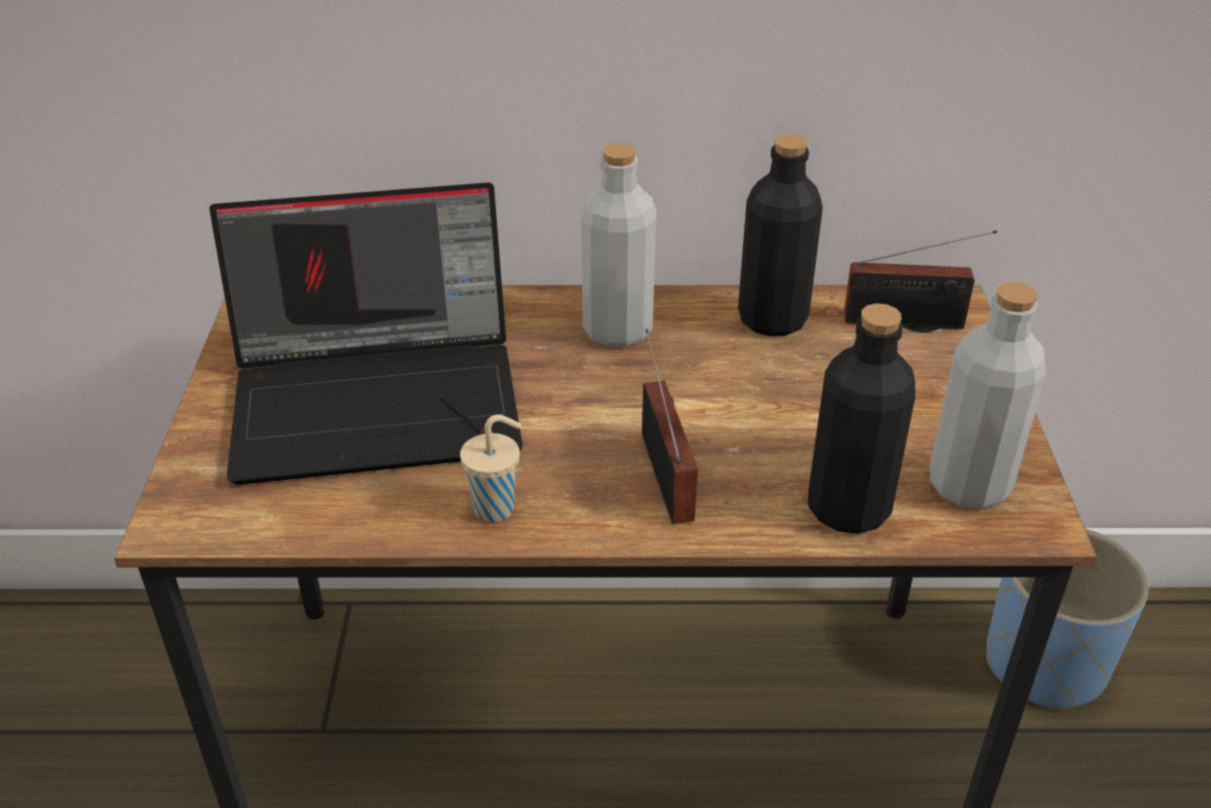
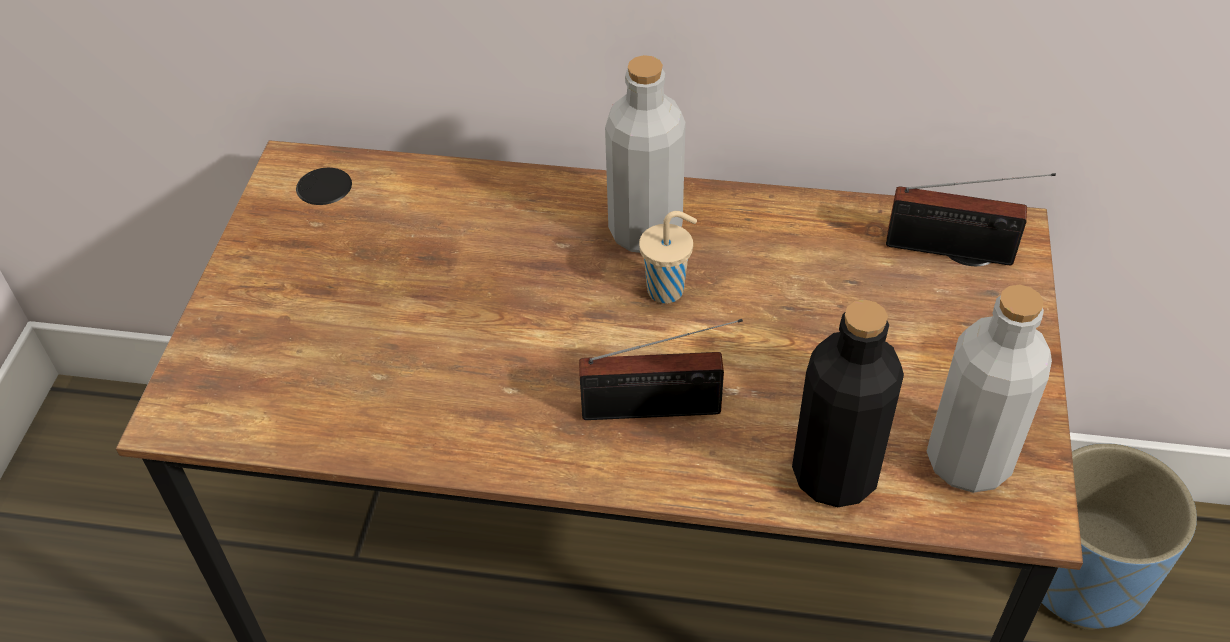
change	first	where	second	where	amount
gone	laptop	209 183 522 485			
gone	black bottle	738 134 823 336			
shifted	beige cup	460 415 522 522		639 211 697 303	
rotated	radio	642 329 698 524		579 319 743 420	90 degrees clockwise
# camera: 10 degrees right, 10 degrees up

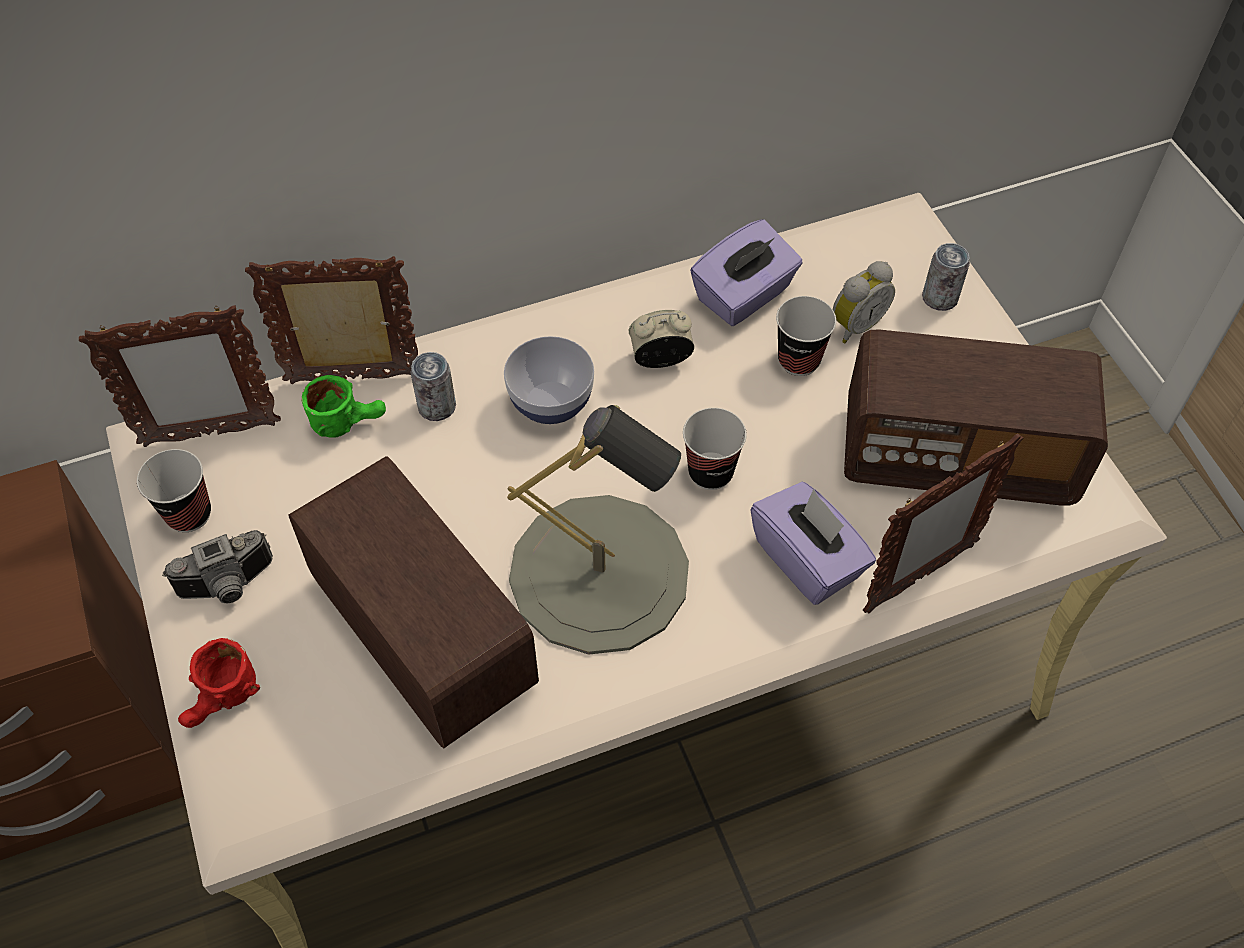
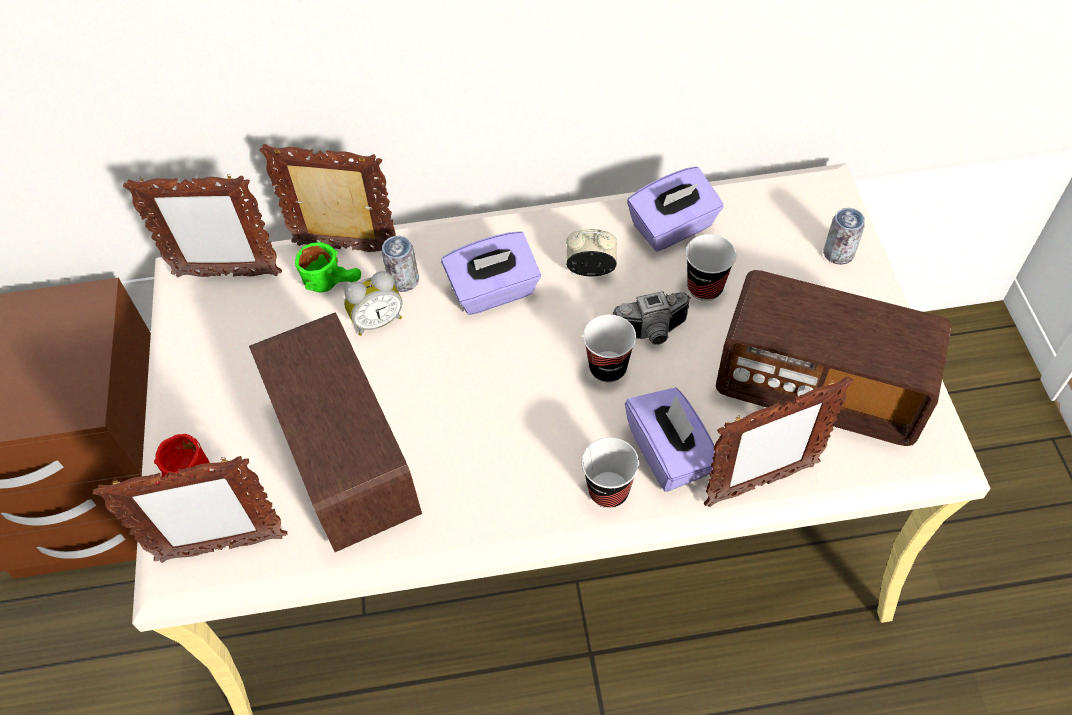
change	first	where	second	where	amount
gone	grey table lamp	507 405 689 655			
new			picture frame	93 456 288 563	
shifted	cup	137 449 211 532		582 437 639 508	
shifted	photo camera	162 530 273 603		612 291 691 345	
shifted	alarm clock	833 261 895 343		344 271 402 336	
swapped	bowl	504 336 594 424	purple tissue box	441 232 541 315	
# camera: 15 degrees right, 0 degrees up

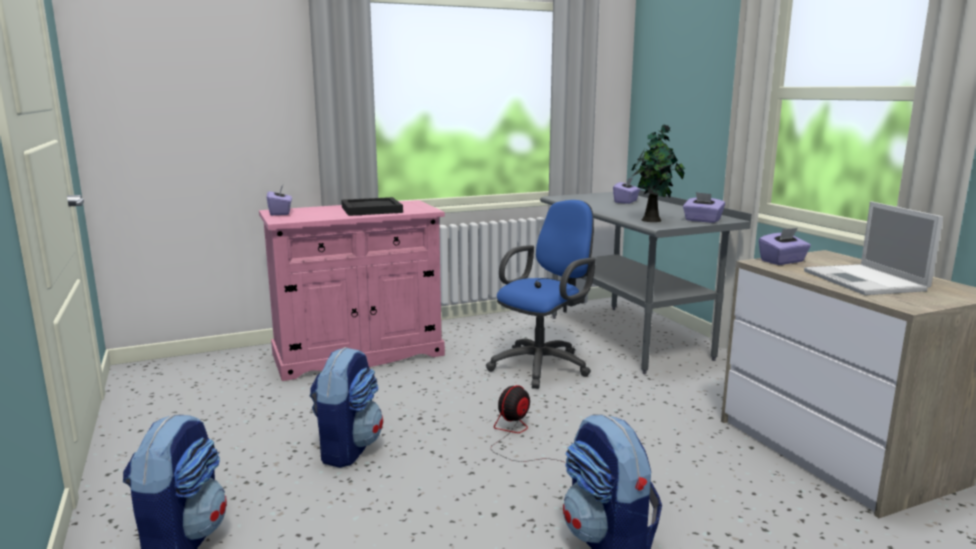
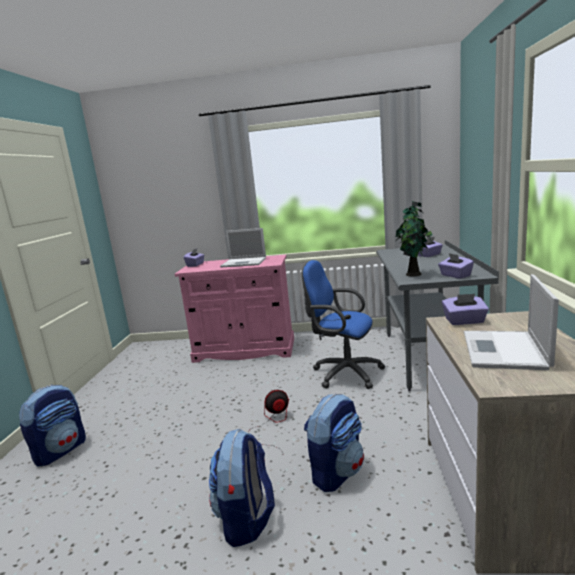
change	first	where	second	where	amount
shifted	backpack	309 347 383 468		304 394 364 492	
swapped	black tray	341 197 403 216	laptop	220 228 266 267	
rotated	blue office chair	486 200 596 389		302 260 385 389	135 degrees counterclockwise
# camera: 30 degrees right, 0 degrees up

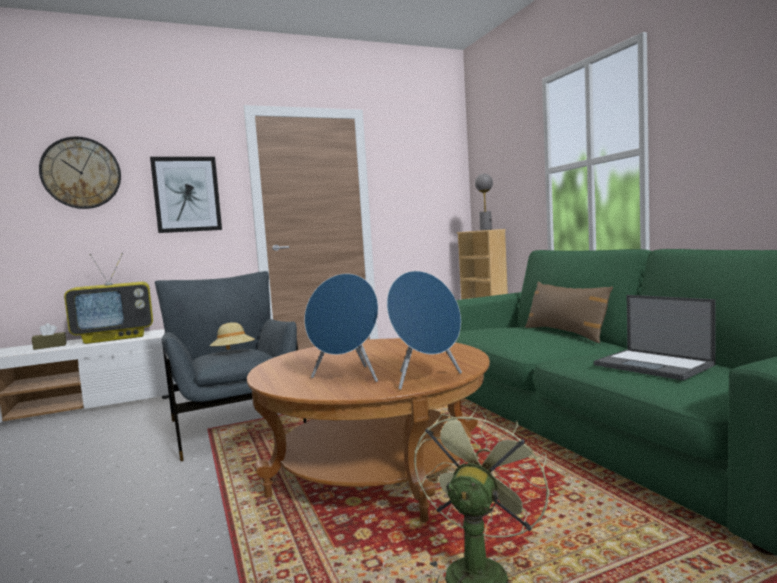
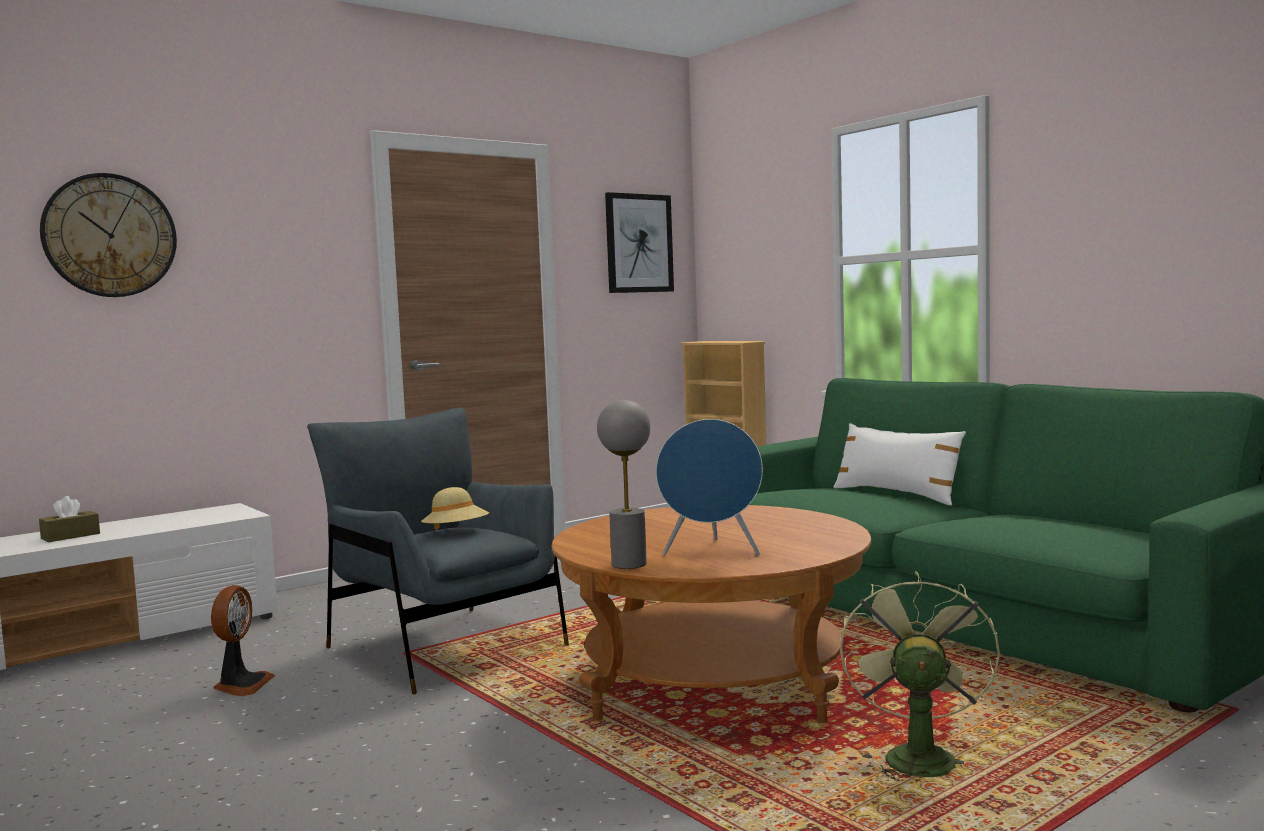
change	first	where	second	where	amount
gone	television	64 253 153 344			
gone	blue speaker	387 271 462 390			
gone	laptop	594 295 716 381			
new			fan	211 585 275 696	
shifted	picture	150 157 222 233		605 192 674 293	
shifted	grey table lamp	475 174 493 230		597 400 650 569	
repainted	brown pillow	525 282 613 343	white pillow	834 423 966 505	
# camera: 15 degrees left, 0 degrees up

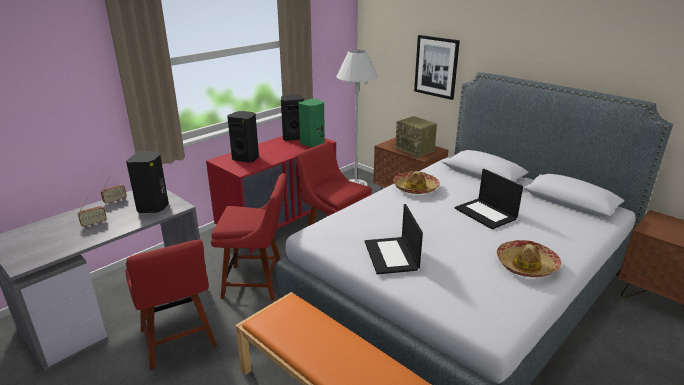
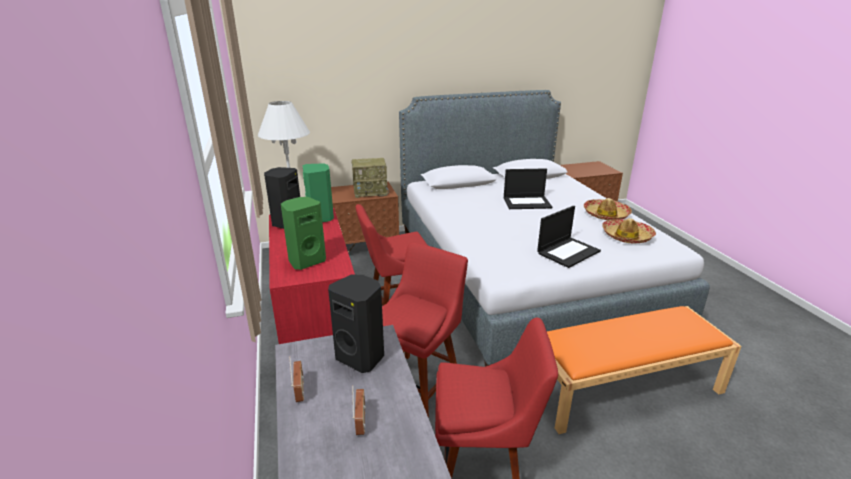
change	first	where	second	where	amount
gone	picture	414 35 460 100			
shifted	hat	393 171 440 194		602 218 656 243	
repainted	black speaker	227 111 259 163	green speaker	281 197 326 270	
rotated	laptop	365 204 423 275		537 206 601 268	60 degrees counterclockwise
# camera: 60 degrees left, 0 degrees up

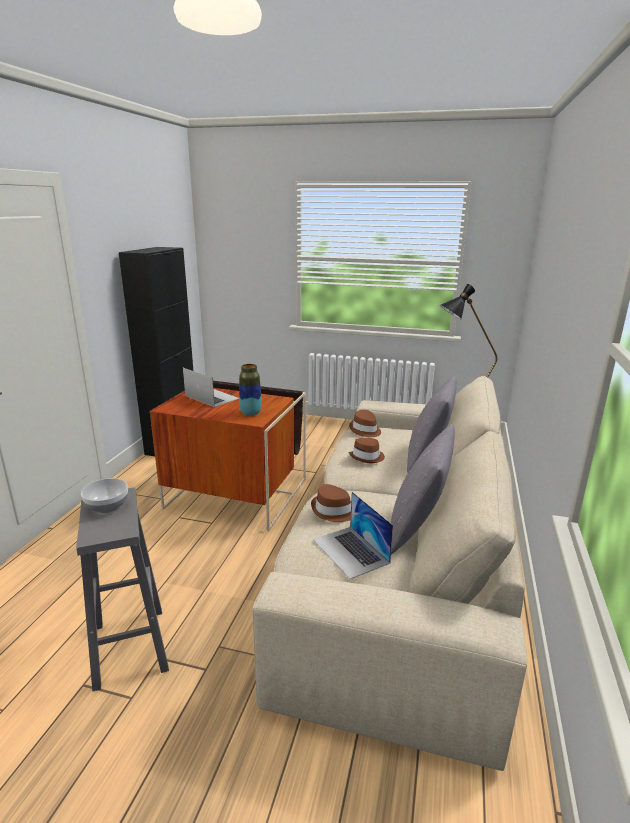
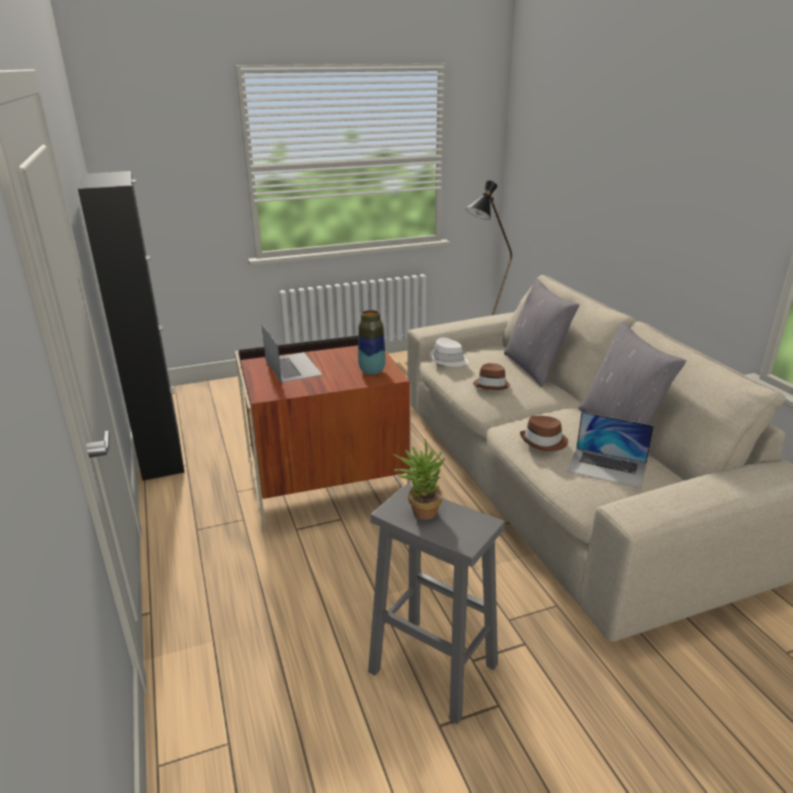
change	first	where	second	where	amount
swapped	bowl	81 478 128 513	potted plant	393 439 445 520	
repainted	brown hat	349 410 381 437	white hat	430 338 469 367	
rotated	laptop	183 368 239 407		262 324 322 383	60 degrees clockwise
# camera: 35 degrees left, 5 degrees up

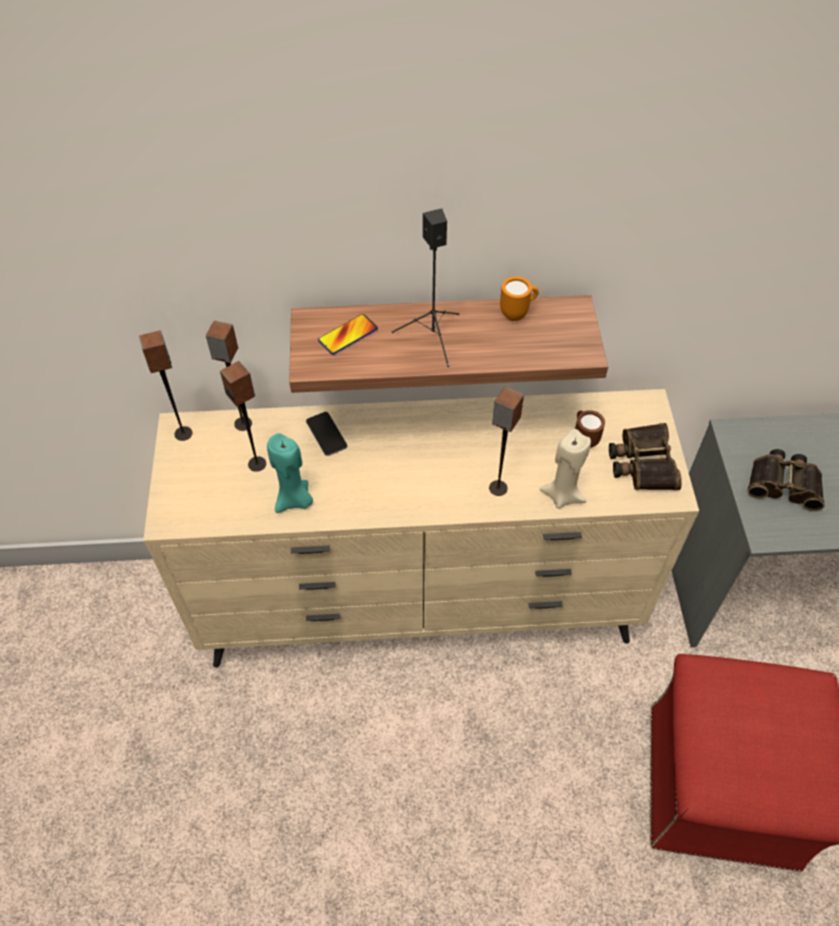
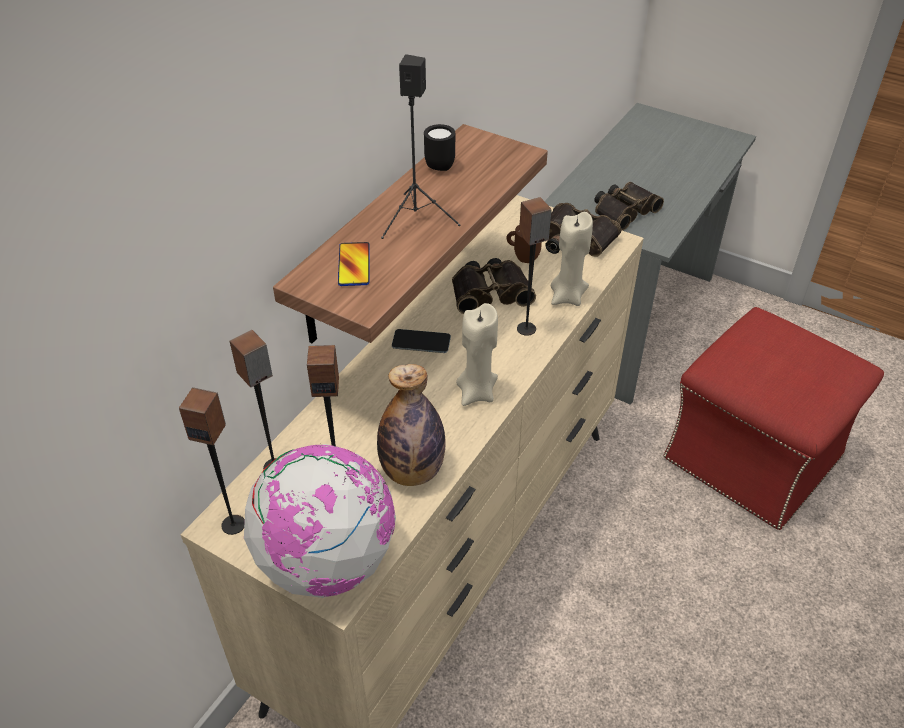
change	first	where	second	where	amount
new			globe	244 444 396 598	
new			binoculars	452 258 536 314	
new			beige candle	456 303 498 406	
shifted	phone	306 412 347 456		392 329 451 353	
swapped	turquoise candle	267 433 313 513	bottle	377 364 445 486	
repainted	orange mug	500 276 539 321	black mug	424 124 455 171	
# camera: 55 degrees left, 10 degrees down

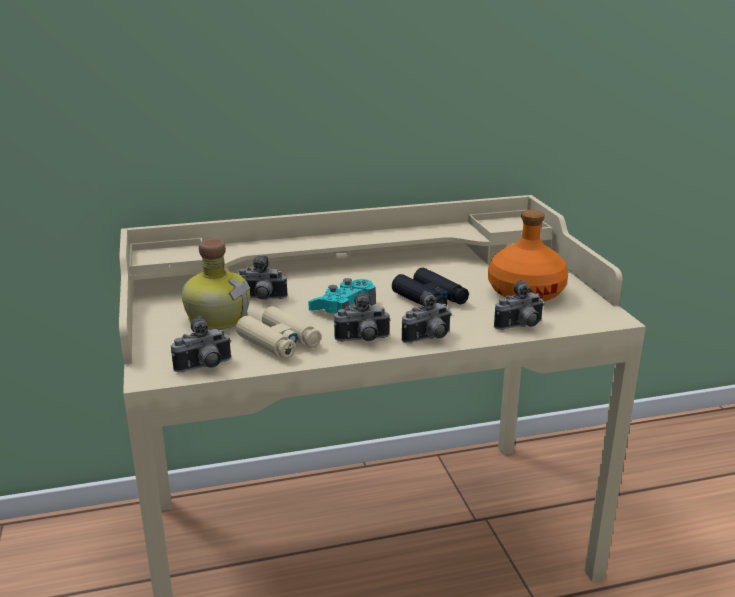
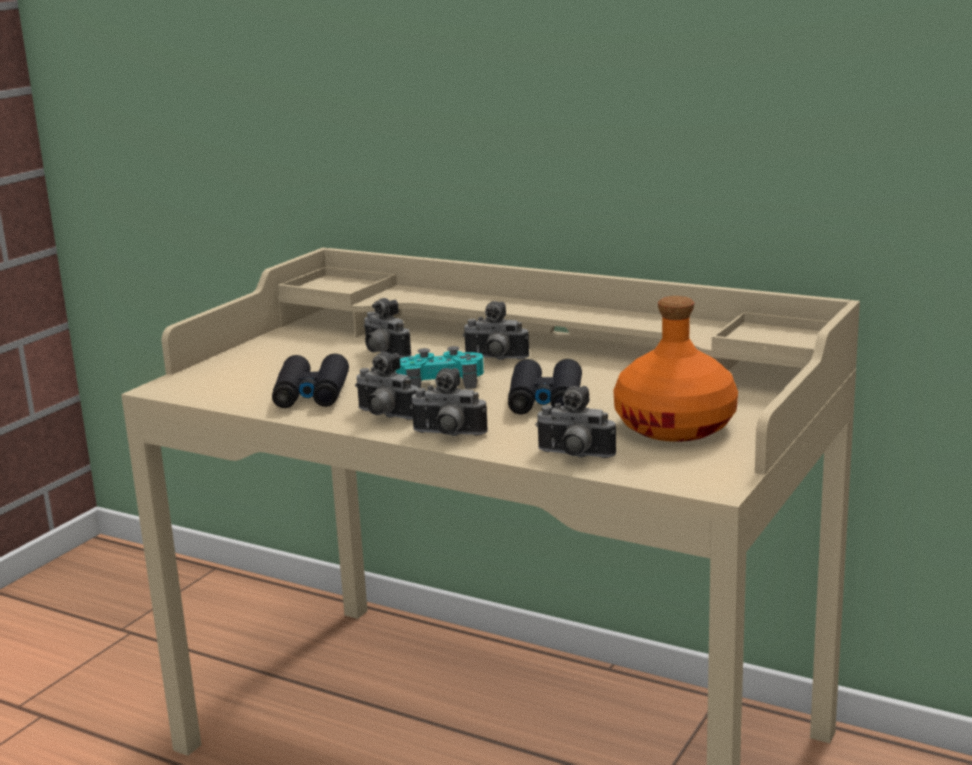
change	first	where	second	where	amount
gone	bottle	182 239 250 330			
shifted	photo camera	171 316 231 372		463 301 529 360	
repainted	beige binoculars	236 306 321 359	black binoculars	272 353 349 408	
# camera: 45 degrees right, 5 degrees down

